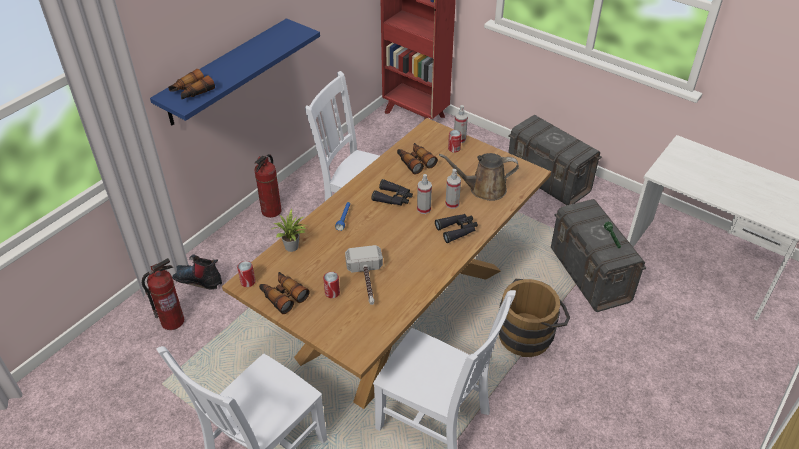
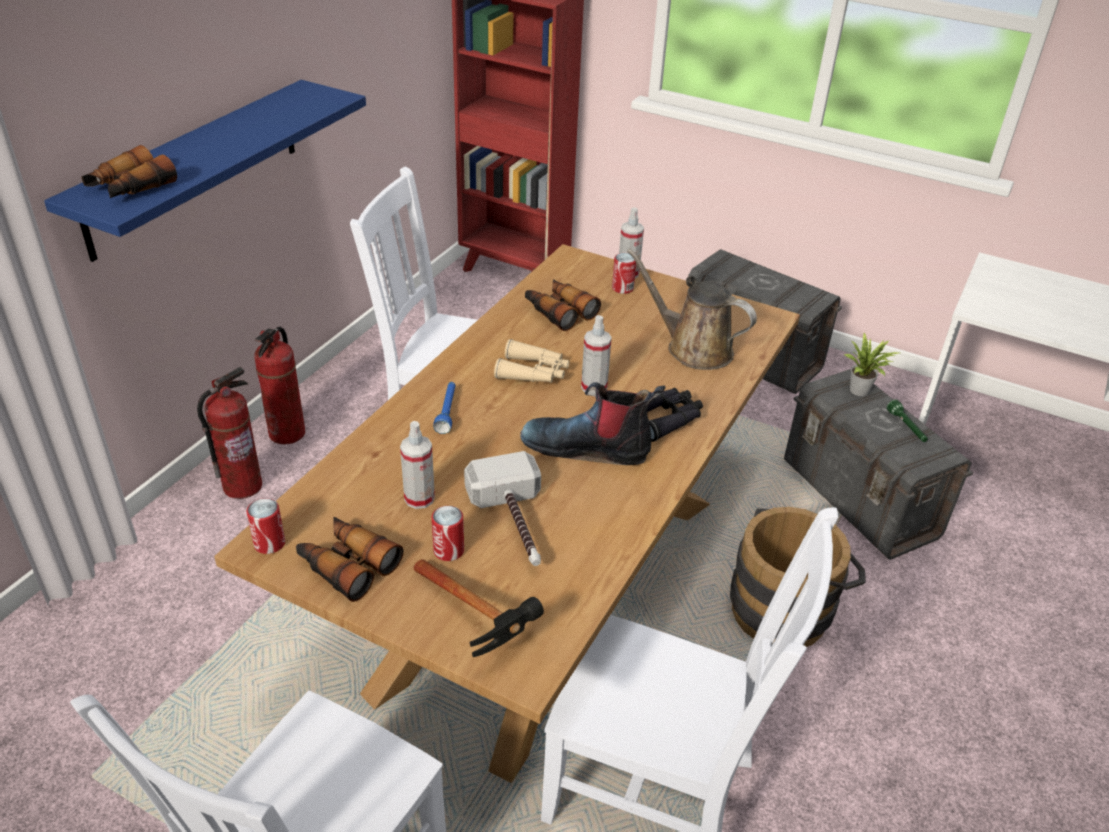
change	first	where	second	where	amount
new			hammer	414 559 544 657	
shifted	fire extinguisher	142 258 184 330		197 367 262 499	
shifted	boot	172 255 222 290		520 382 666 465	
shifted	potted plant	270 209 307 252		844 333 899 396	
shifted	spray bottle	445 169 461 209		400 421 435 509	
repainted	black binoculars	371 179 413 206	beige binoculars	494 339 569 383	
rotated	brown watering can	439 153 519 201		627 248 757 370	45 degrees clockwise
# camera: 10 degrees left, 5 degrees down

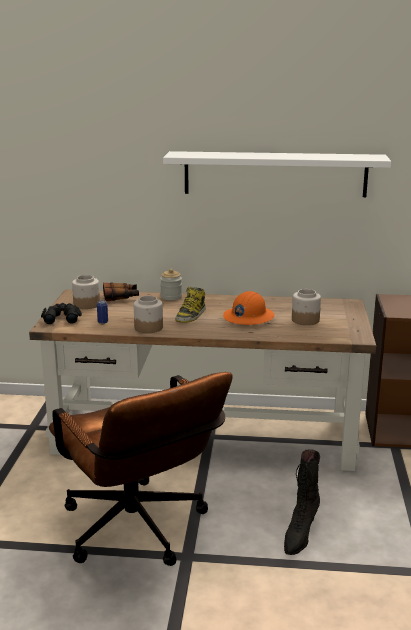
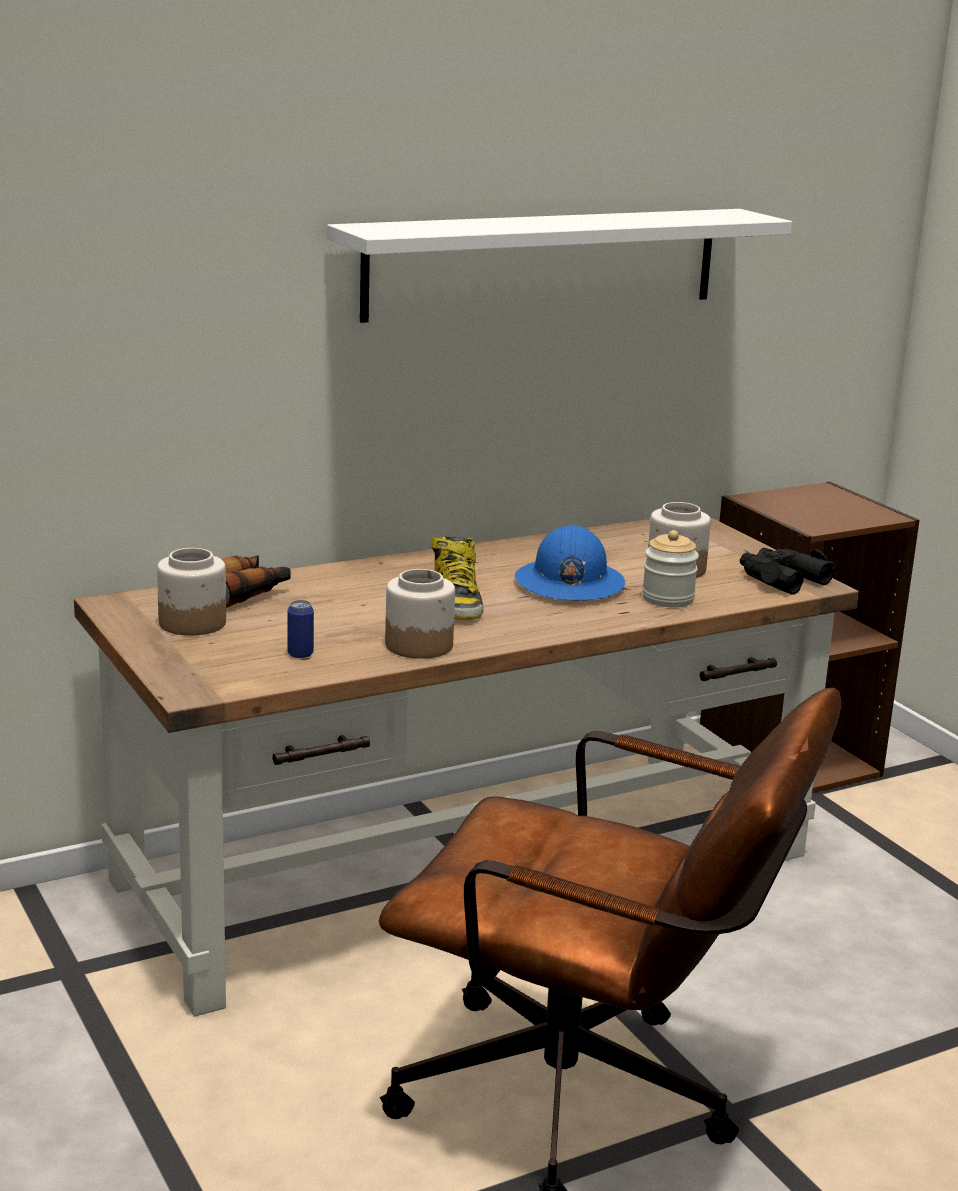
change	first	where	second	where	amount
gone	black boot	284 449 320 555			
shifted	black binoculars	41 303 82 324		740 548 836 595	
shifted	jar	160 269 182 300		642 530 699 607	
repainted	orange hard hat	223 291 274 325	blue hard hat	515 525 625 600	
# camera: 35 degrees left, 0 degrees up

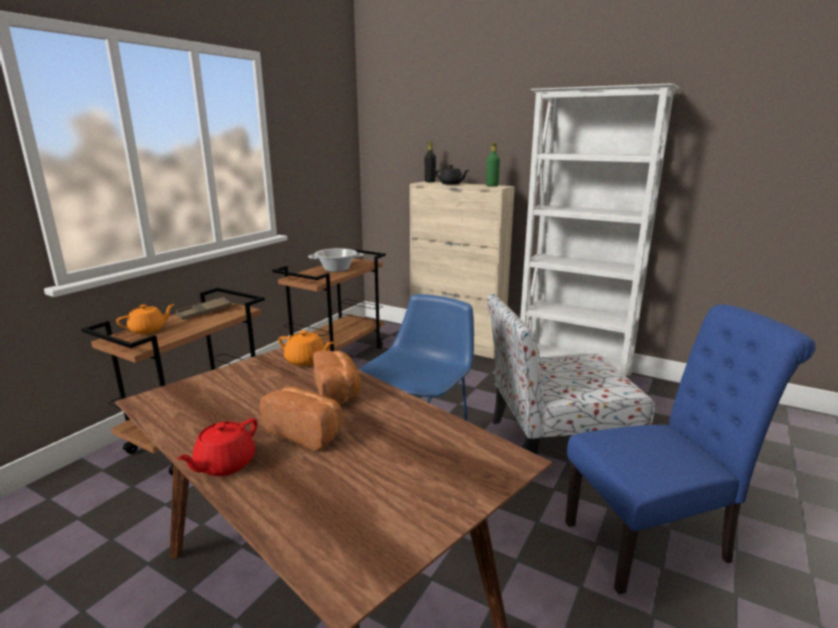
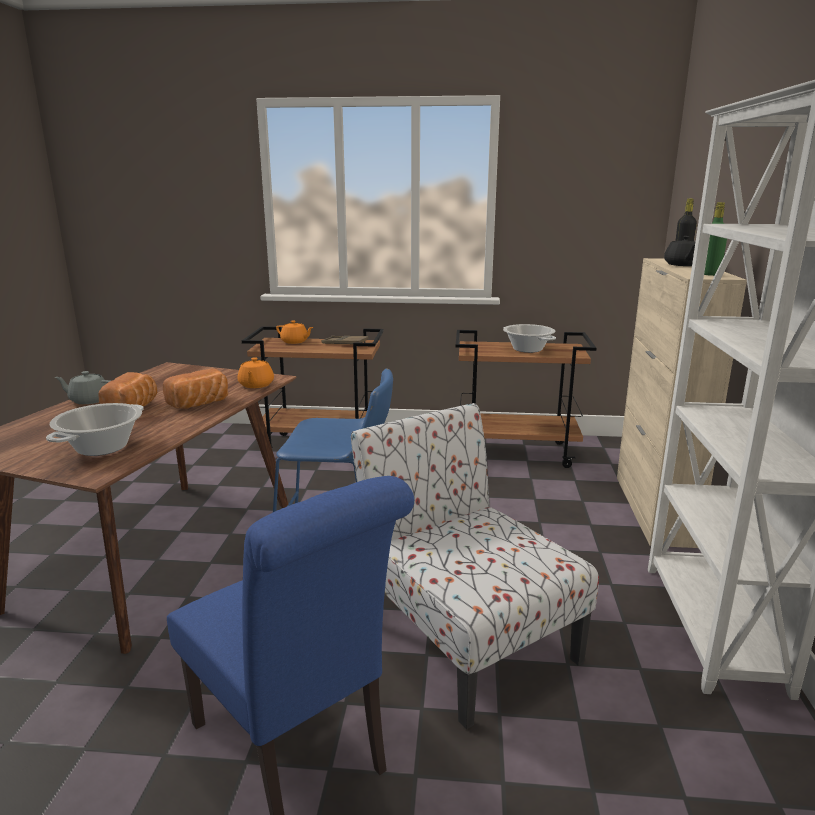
change	first	where	second	where	amount
new			cooking pot	46 403 144 456	
repainted	red teapot	177 418 257 476	grey teapot	54 371 110 404	
# camera: 65 degrees right, 0 degrees up

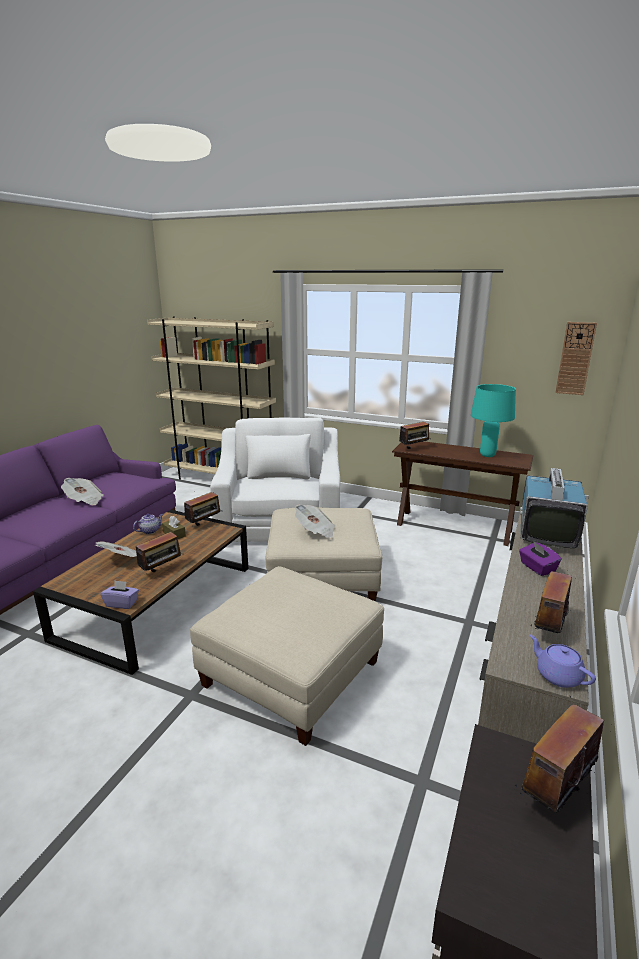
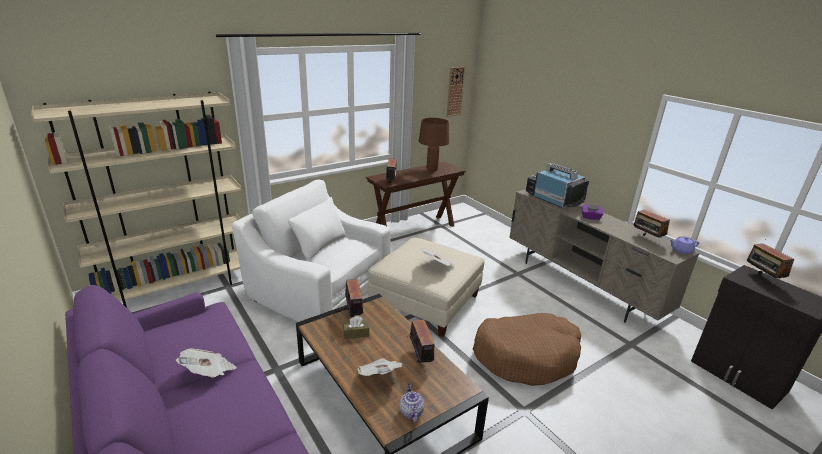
change	first	where	second	where	amount
gone	purple tissue box	100 580 139 609			
shifted	teapot	133 514 163 534		399 384 424 422	
swapped	beige ottoman	190 566 384 746	brown dog bed	472 313 581 386	
repainted	turquoise table lamp	471 384 516 457	brown table lamp	419 118 449 172	
# camera: 60 degrees left, 5 degrees up

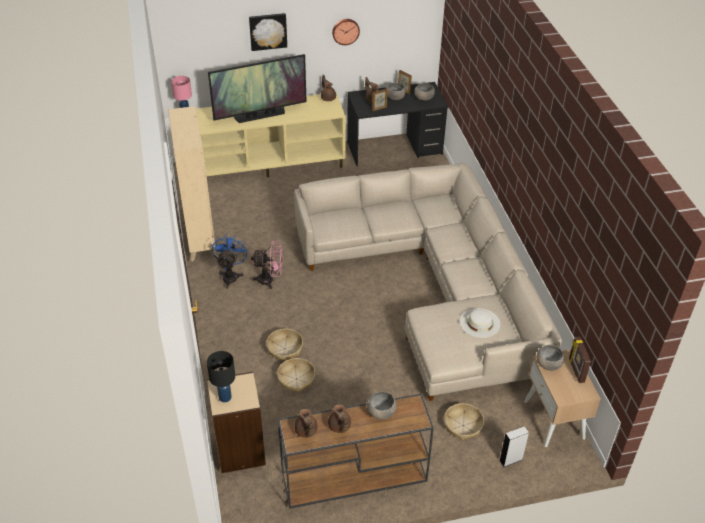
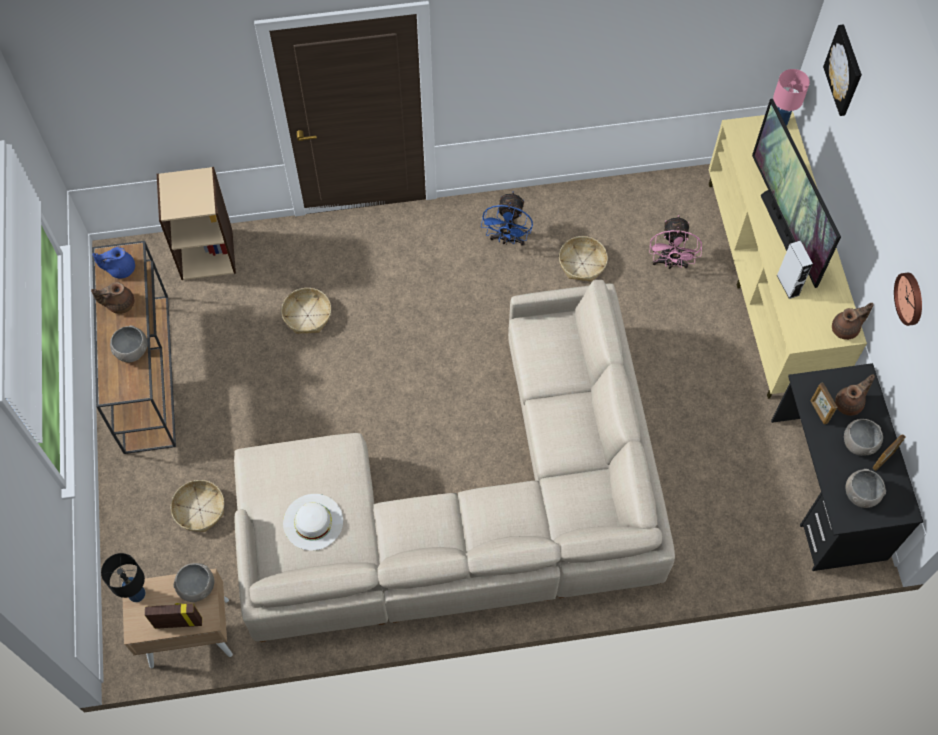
change	first	where	second	where	amount
gone	beige bookcase	168 106 218 262			
shifted	black table lamp	207 351 235 403		101 553 146 602	
shifted	picture	249 13 287 51		823 24 862 116	
shifted	pink fan	251 241 283 289		650 215 702 269	
shifted	basket	266 329 303 361		559 236 608 282	
shifted	grey speaker	499 426 529 467		777 241 813 299	
repainted	brown teapot	294 409 318 438	blue teapot	93 247 135 279	
rotated	blue fan	212 233 248 289		481 192 533 246	90 degrees clockwise
# camera: 95 degrees right, 20 degrees up

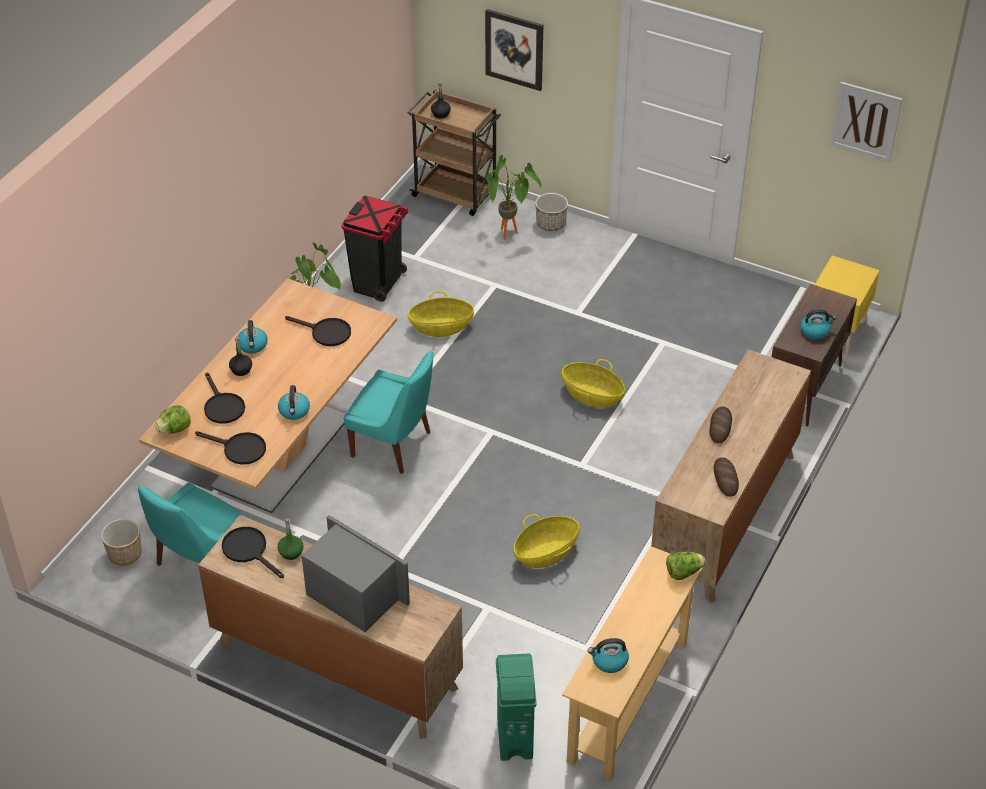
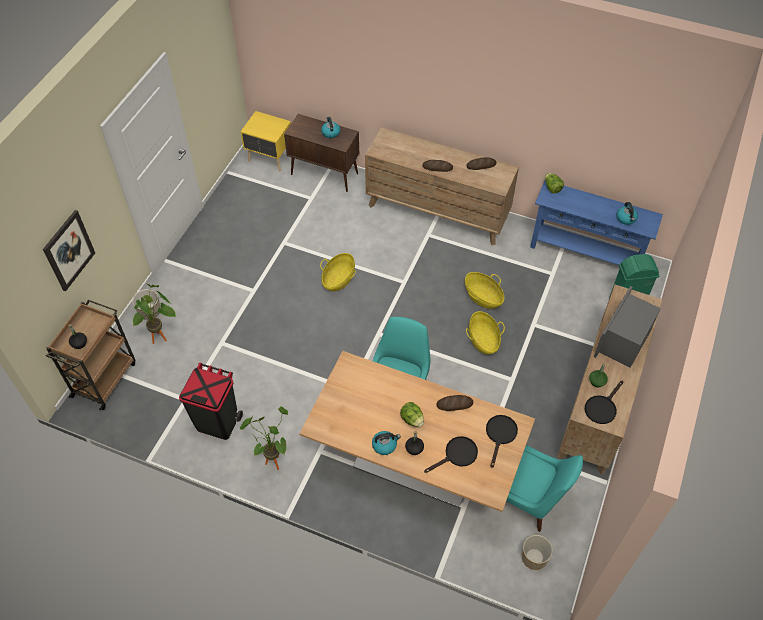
change	first	where	second	where	amount
gone	black frying pan	285 316 351 346			
gone	picture	830 82 903 163			
shifted	lettuce	154 405 191 434		400 402 424 427	
shifted	basket	408 291 474 337		466 311 505 354	
swapped	kettle	278 385 310 420	bread	436 395 473 411	
repainted	beige console table	562 546 703 782	blue console table	530 181 663 265	
# camera: 95 degrees left, 10 degrees up

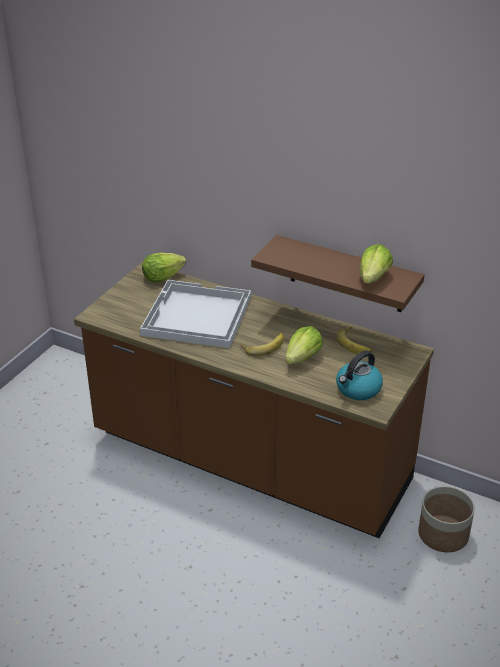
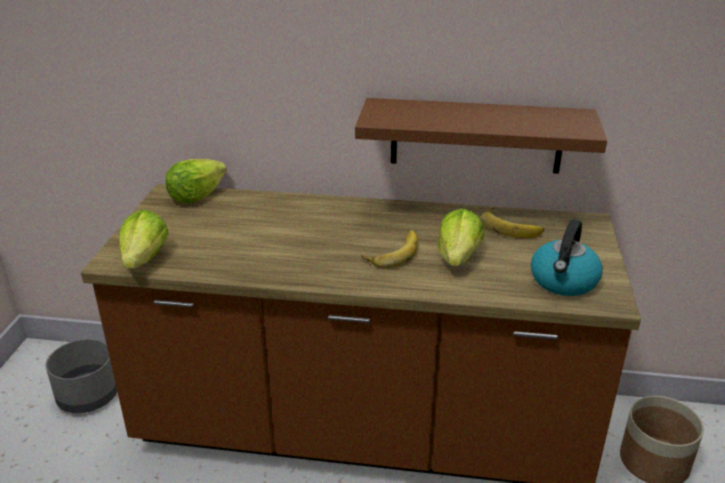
change	first	where	second	where	amount
gone	white tray	140 280 251 348			
new			grey planter	46 339 117 413	
shifted	lettuce	359 244 393 284		119 210 169 269	
# camera: 20 degrees left, 5 degrees down

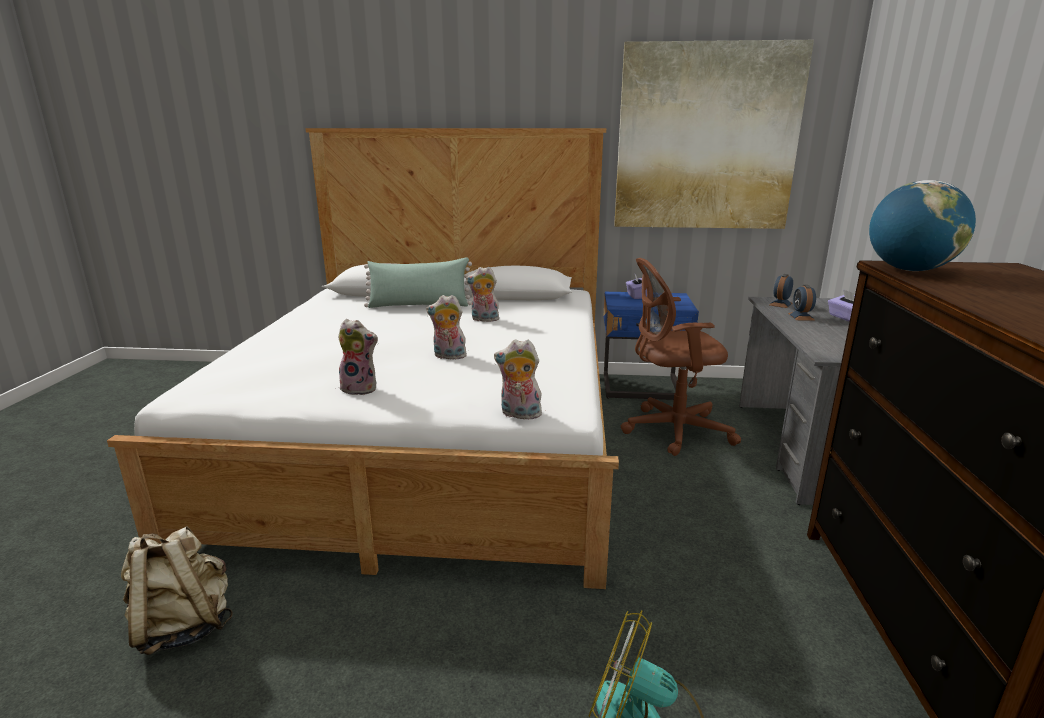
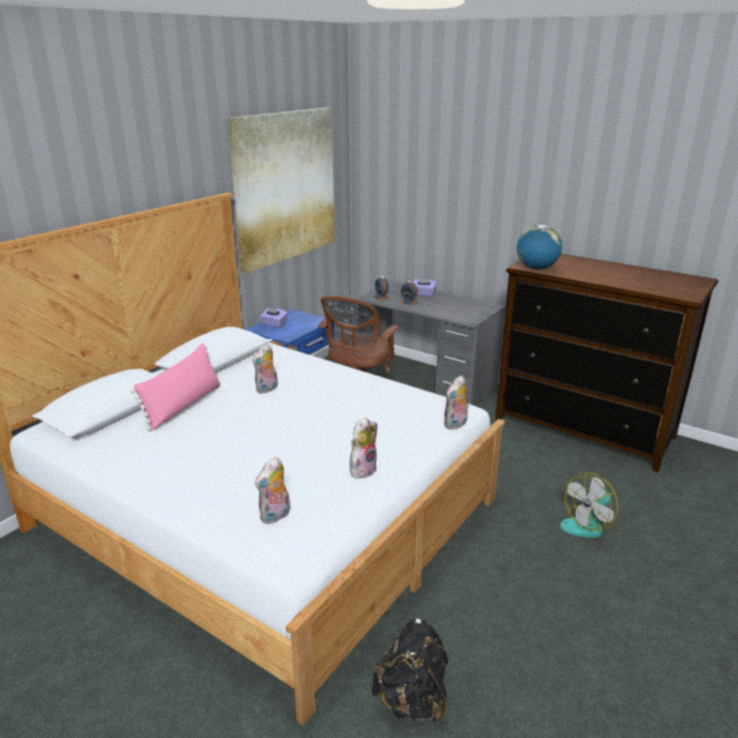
change	first	where	second	where	amount
shifted	plush toy	426 295 467 359		255 457 290 524	
repainted	beige backpack	121 526 233 655	black backpack	372 619 449 724	
repainted	green pillow	364 257 472 308	pink pillow	130 343 221 431	
# camera: 60 degrees left, 5 degrees up

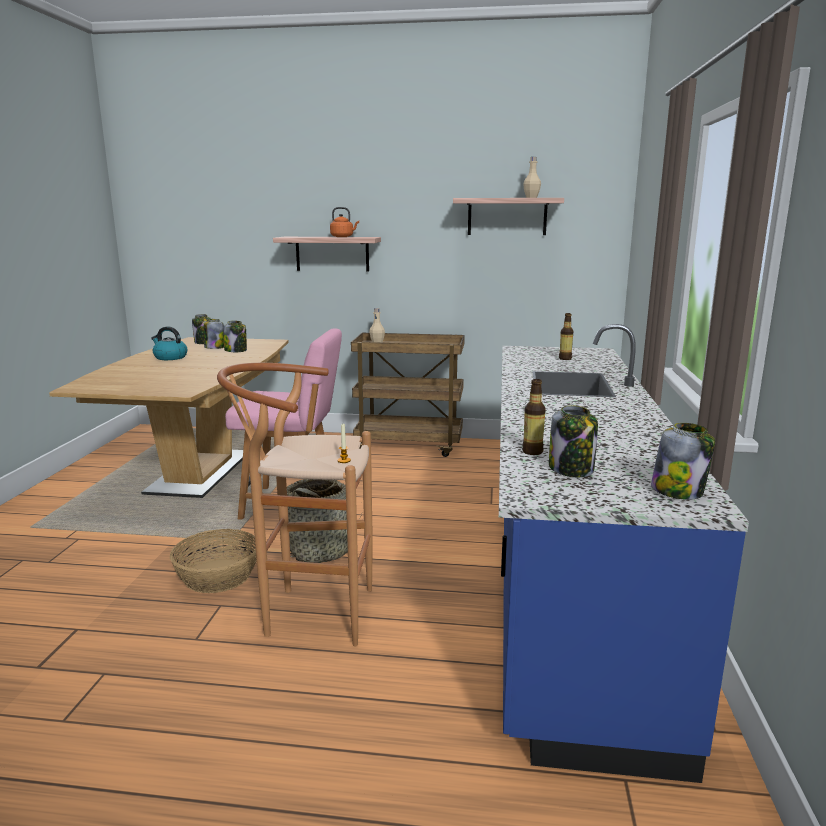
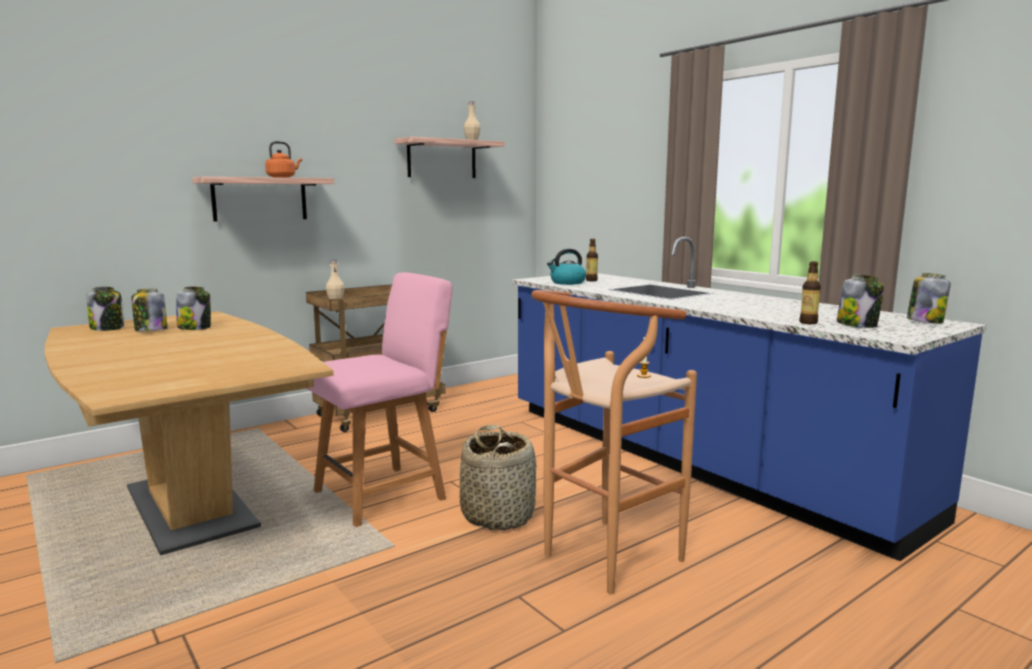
change	first	where	second	where	amount
gone	basket	170 529 257 593			
shifted	kettle	151 326 187 360		547 249 586 285	
# camera: 45 degrees left, 5 degrees down

